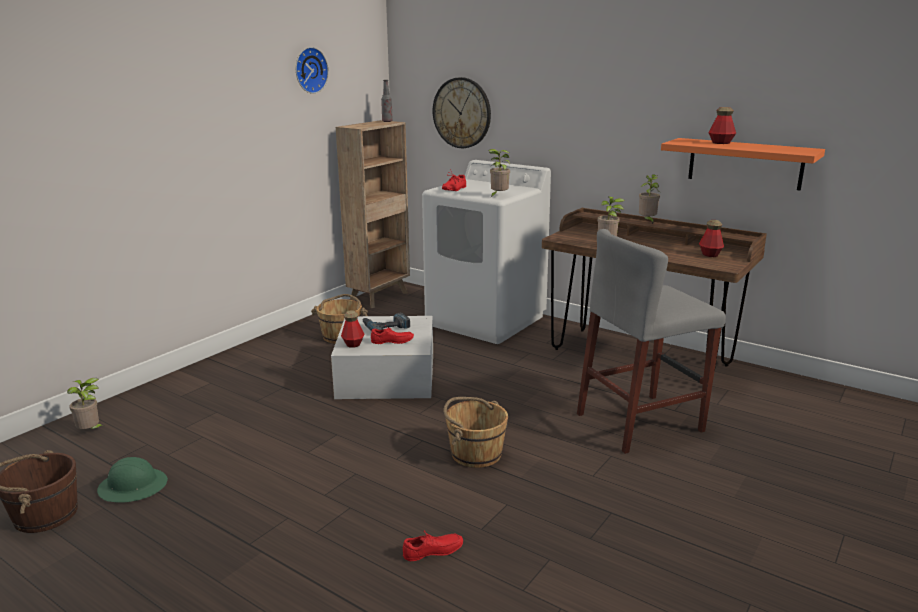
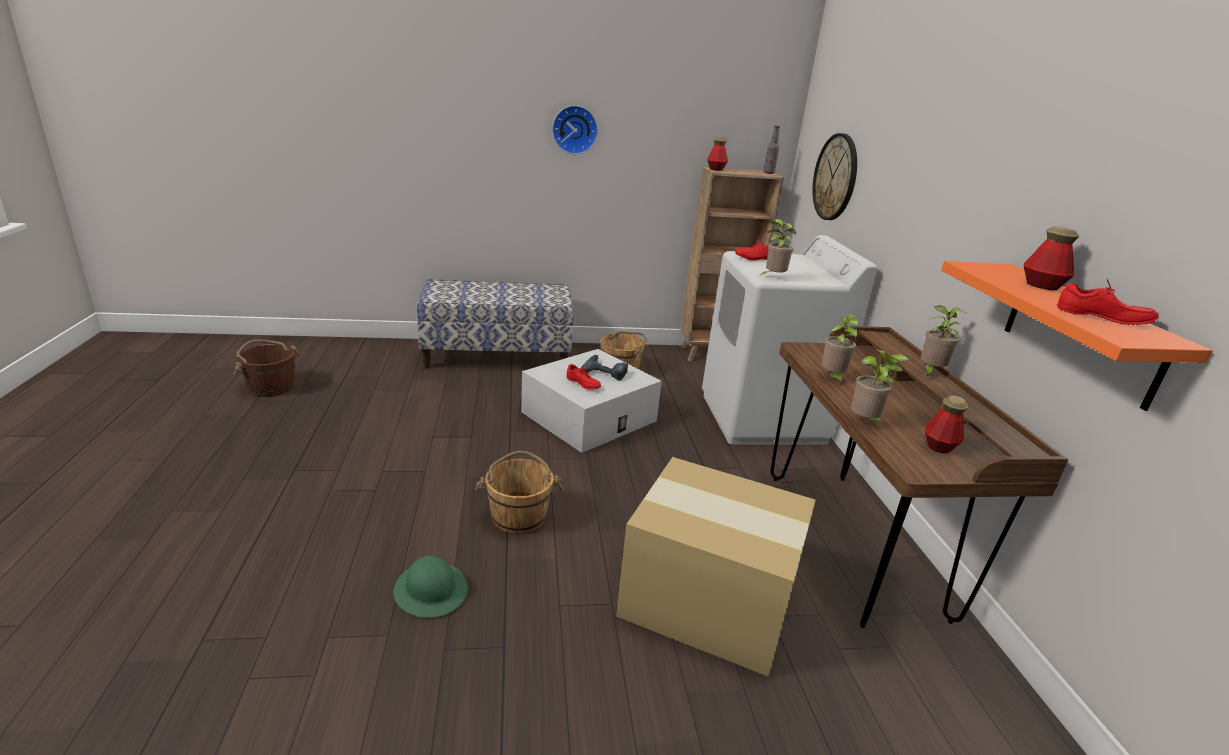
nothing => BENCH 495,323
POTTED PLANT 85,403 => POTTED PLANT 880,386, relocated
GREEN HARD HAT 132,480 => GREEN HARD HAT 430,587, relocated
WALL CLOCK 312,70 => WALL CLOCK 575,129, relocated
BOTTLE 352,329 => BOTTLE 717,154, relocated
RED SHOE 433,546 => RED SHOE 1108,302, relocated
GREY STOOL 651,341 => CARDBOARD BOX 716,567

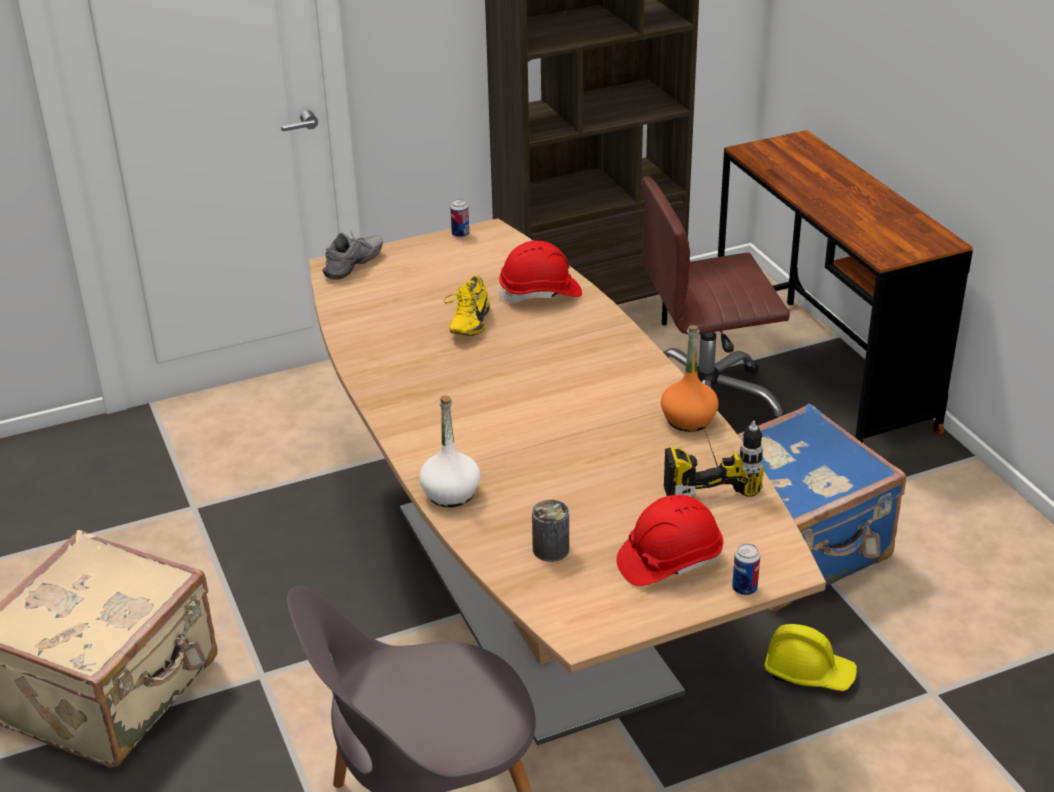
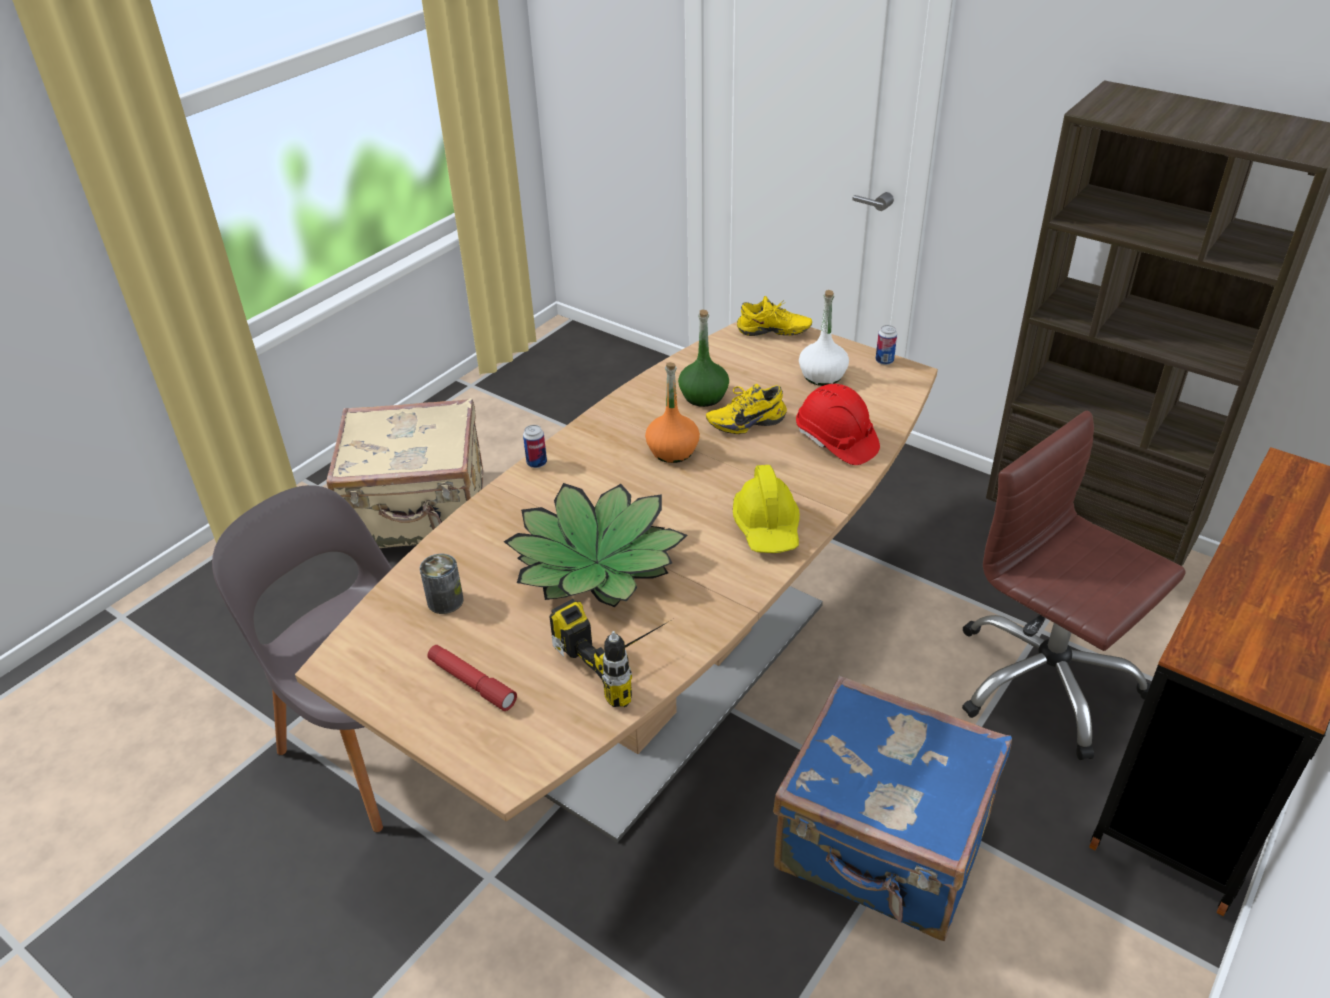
nothing => POTTED PLANT 596,545
nothing => GREEN BOTTLE 703,358
WHITE BOTTLE 449,451 => WHITE BOTTLE 824,338, relocated
ORANGE BOTTLE 689,379 => ORANGE BOTTLE 672,412, relocated
CAN 746,569 => CAN 535,446, relocated
YELLOW HARD HAT 810,657 => YELLOW HARD HAT 766,509, relocated
RED HARD HAT 670,540 => RED FLASHLIGHT 472,678
GREY SHOE 352,255 => YELLOW SHOE 774,316

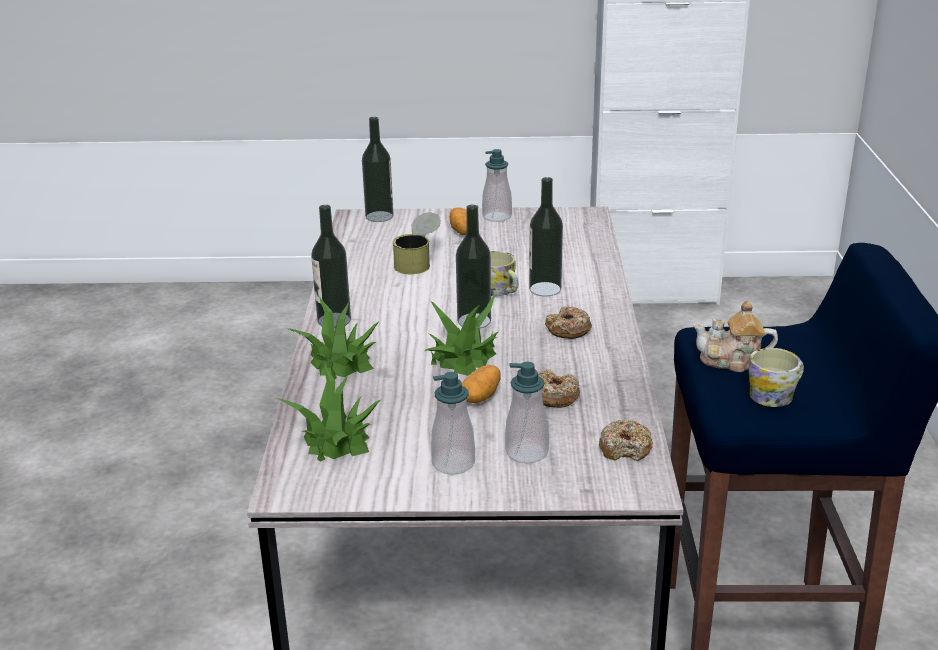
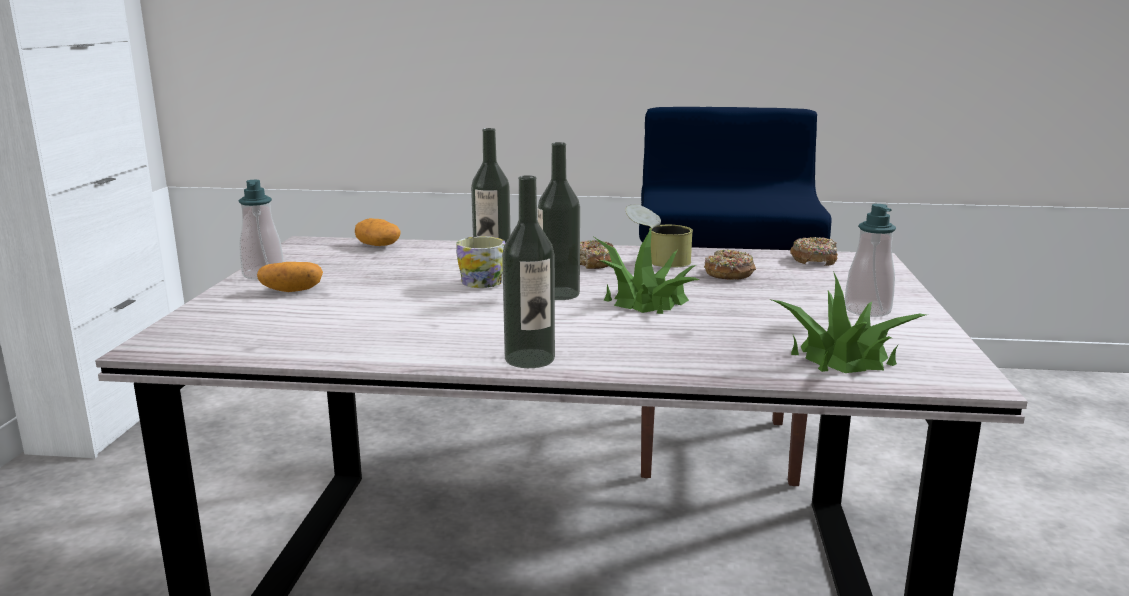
POTTED PLANT 333,337 => nothing
BOTTLE 377,169 => nothing
SOAP DISPENSER 527,412 => nothing
TEAPOT 735,336 => nothing
MUG 776,377 => nothing
CAN 417,243 => CAN 659,236, relocated
POTATO 481,384 => POTATO 377,232, relocated

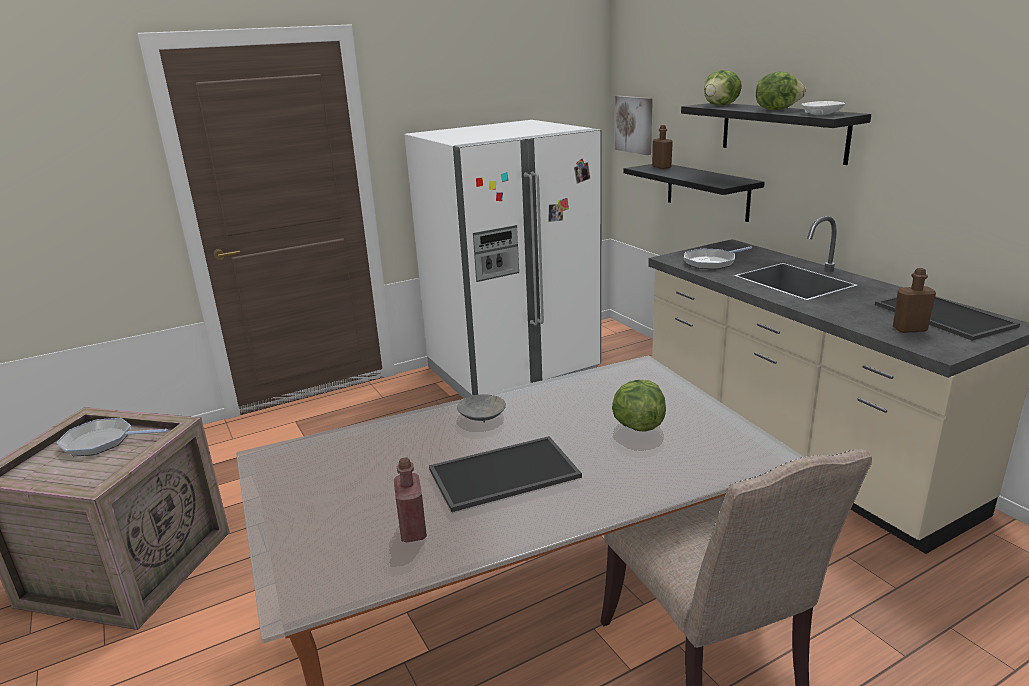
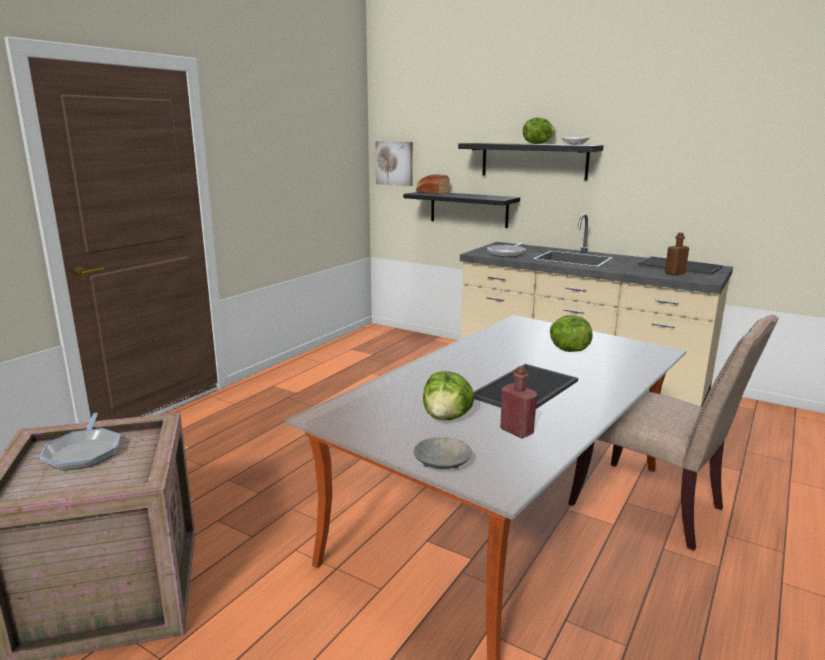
WHITE FRIDGE 502,259 => nothing
GREY BOWL 481,408 => GREY BOWL 443,453, relocated
LETTUCE 723,87 => LETTUCE 448,395, relocated
BROWN BOTTLE 662,147 => BREAD 433,184
FRYING PAN 112,437 => FRYING PAN 80,442, 75 degrees counterclockwise

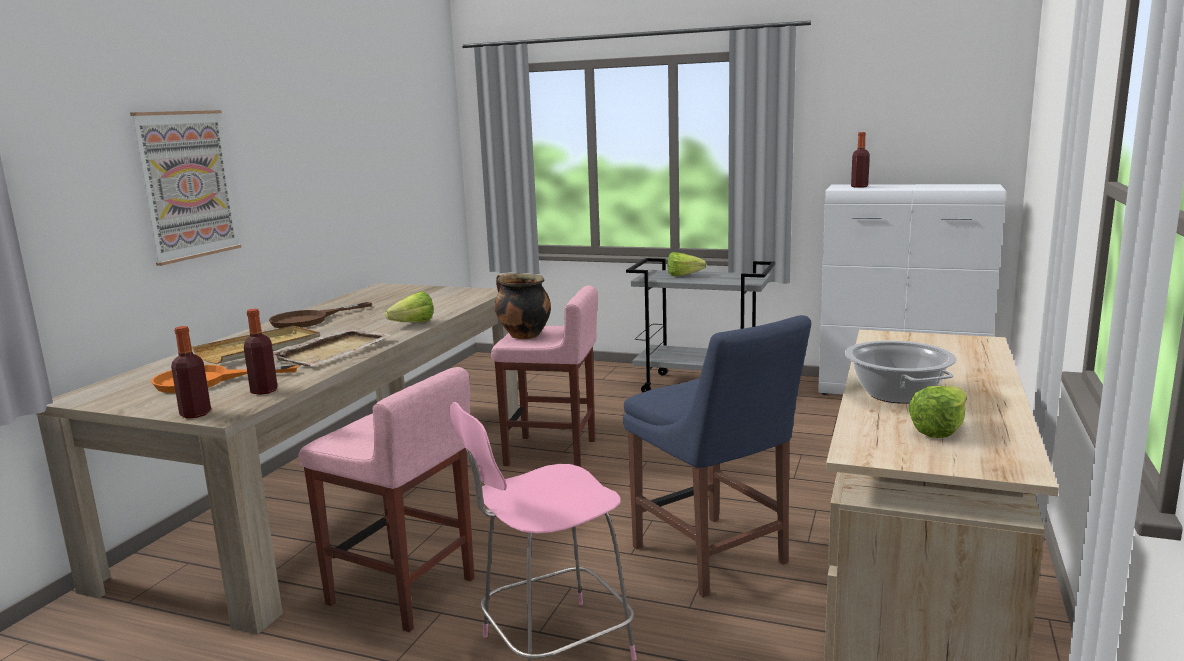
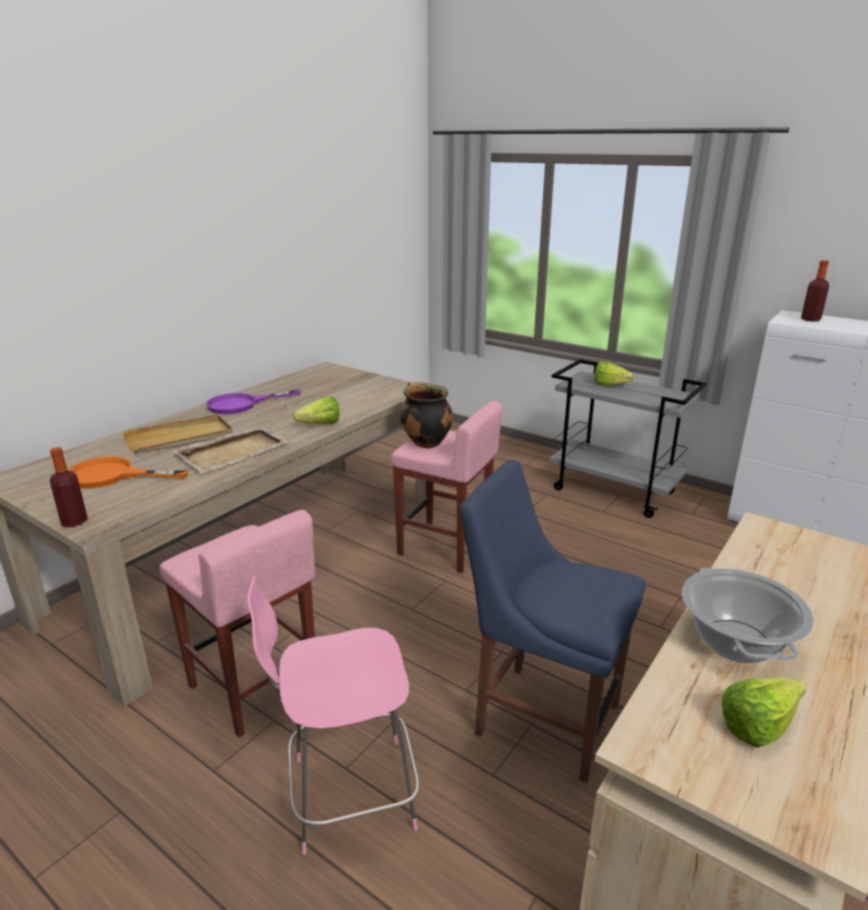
PICTURE 185,188 => nothing
BOTTLE 261,352 => nothing
BROWN FRYING PAN 320,315 => PURPLE FRYING PAN 253,401
BLUE CHAIR 717,456 => BLUE CHAIR 553,621, 135 degrees clockwise

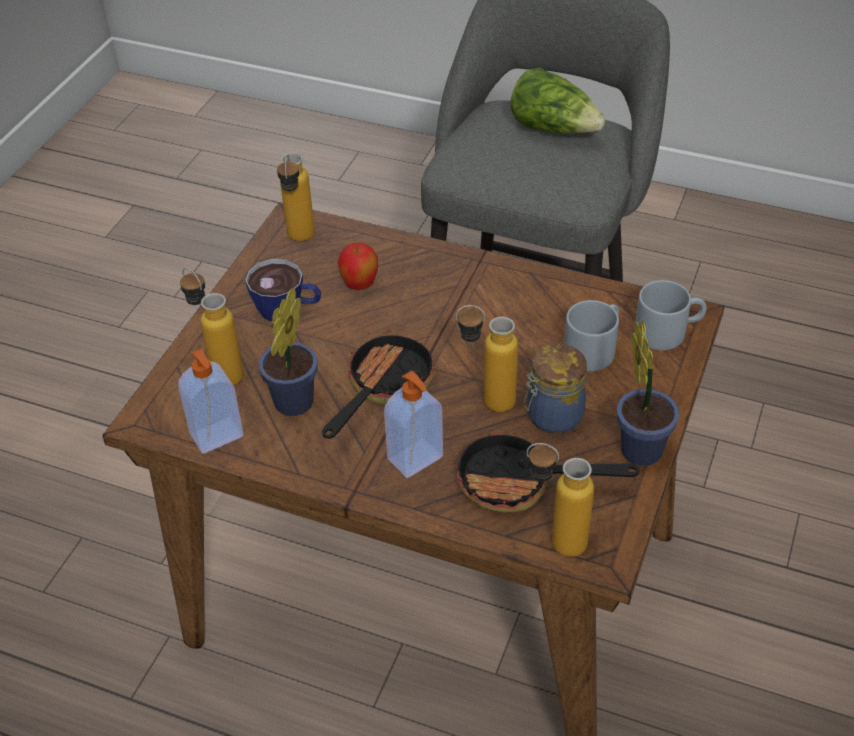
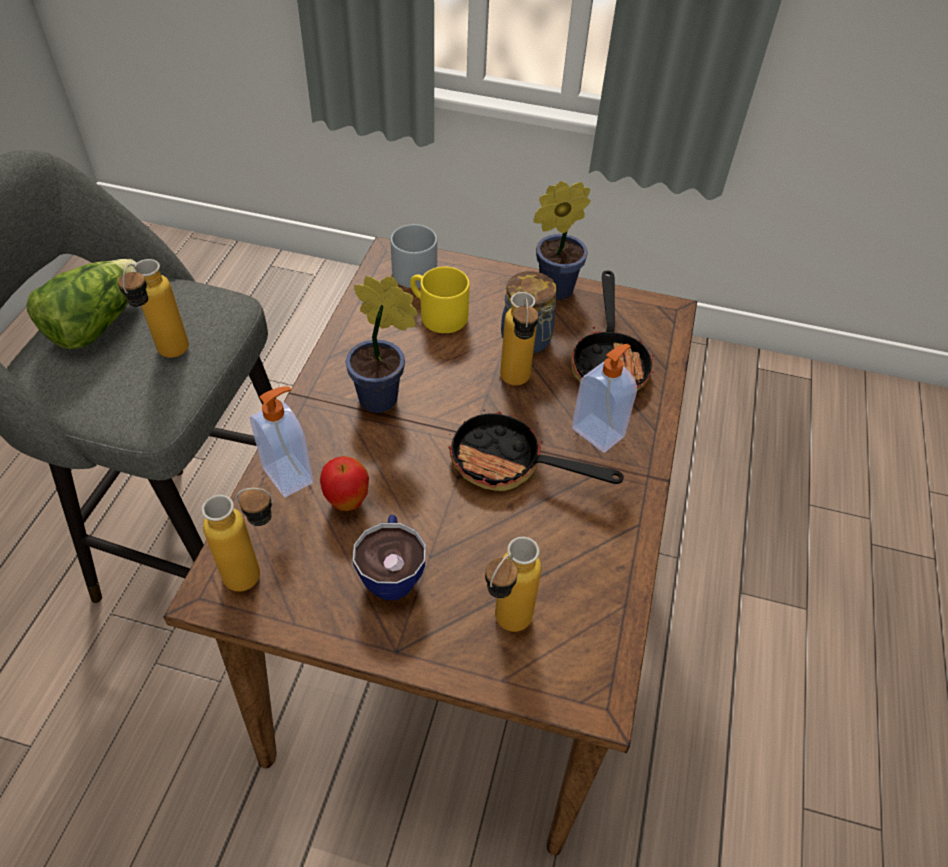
SOAP DISPENSER 211,400 => SOAP DISPENSER 281,442, relocated
POTTED PLANT 288,352 => POTTED PLANT 381,344, relocated
BOTTLE 560,500 => BOTTLE 153,308, relocated
GREY MUG 591,335 => YELLOW MUG 440,299

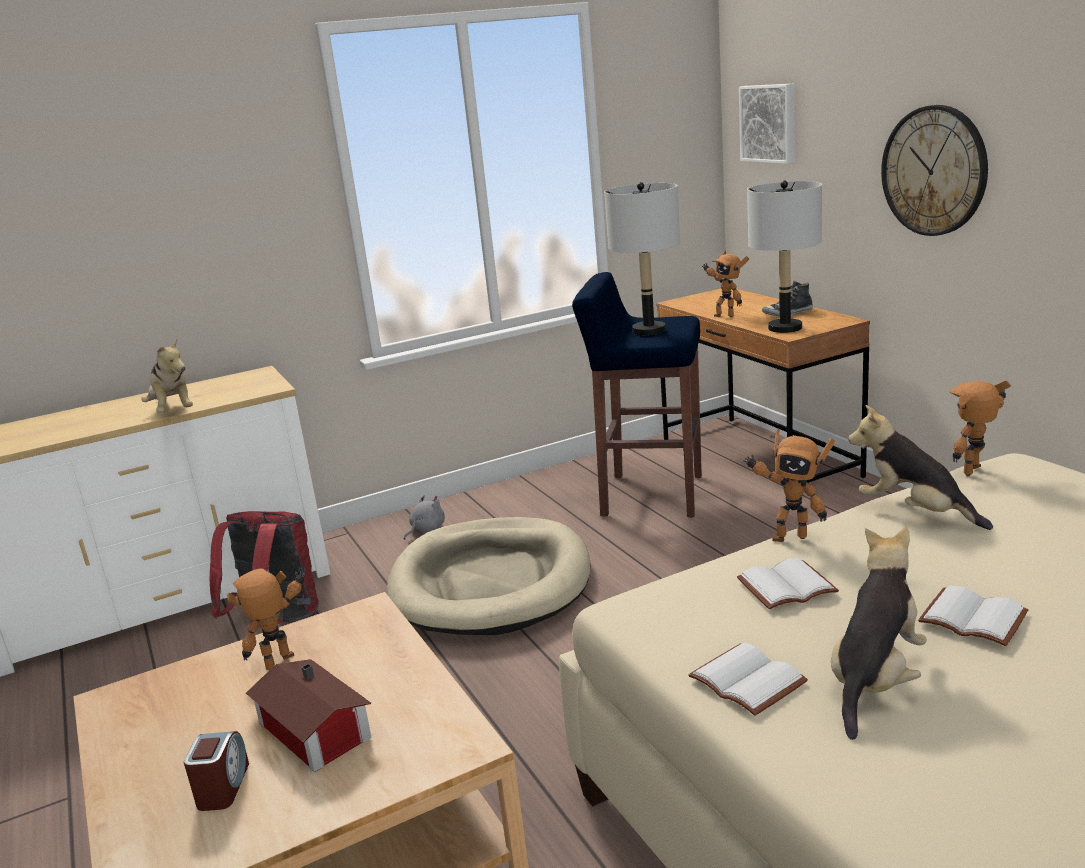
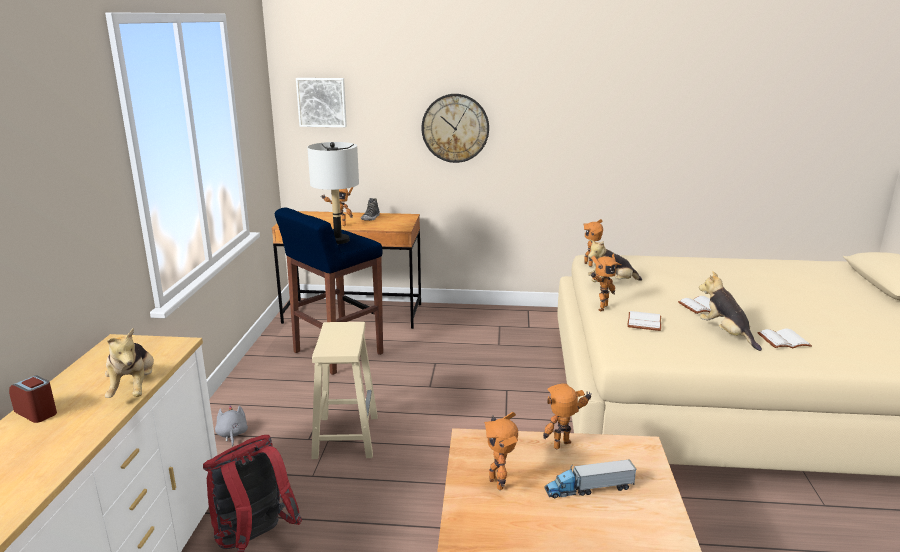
GREY TABLE LAMP 784,256 => nothing
nothing => TOY ROBOT 567,416
ALARM CLOCK 216,771 => ALARM CLOCK 33,399, relocated
WHITE BOOK 748,679 => WHITE BOOK 785,338, relocated
TOY HOUSE 309,715 => TOY TRUCK 590,478
BEIGE DOG BED 489,576 => BEIGE STOOL 344,390
PLUSH TOY 167,375 => PLUSH TOY 129,363, 75 degrees clockwise

